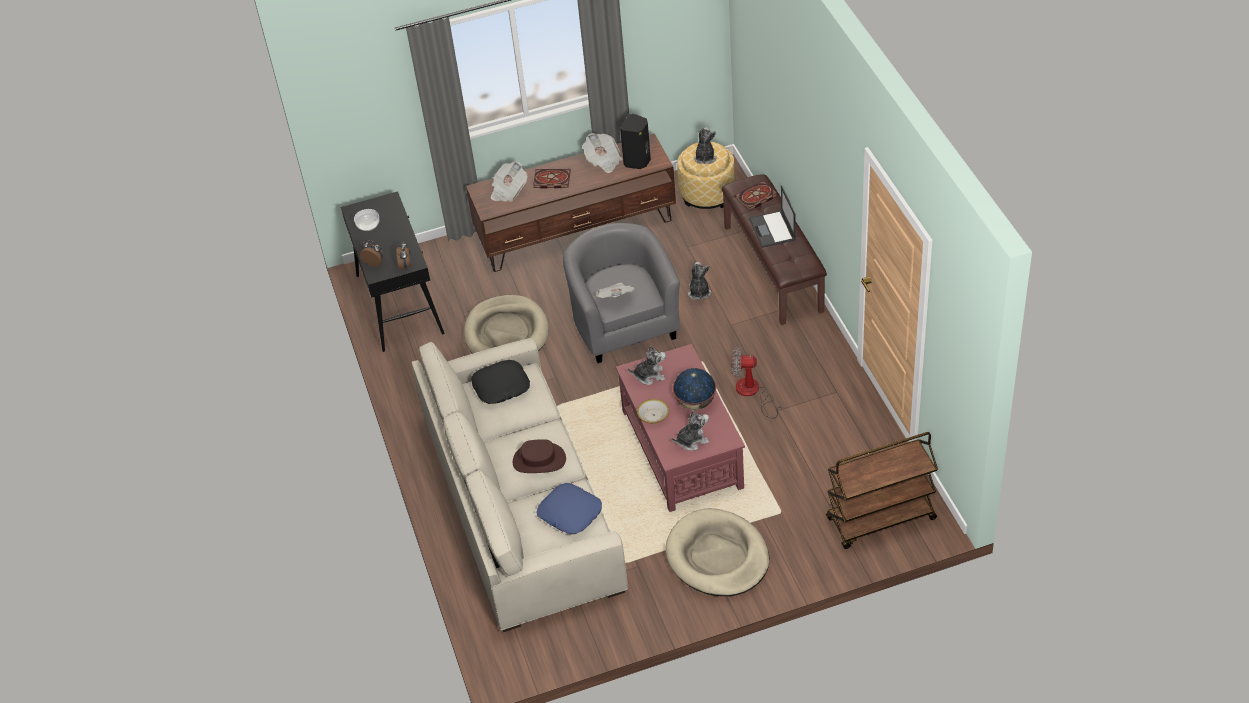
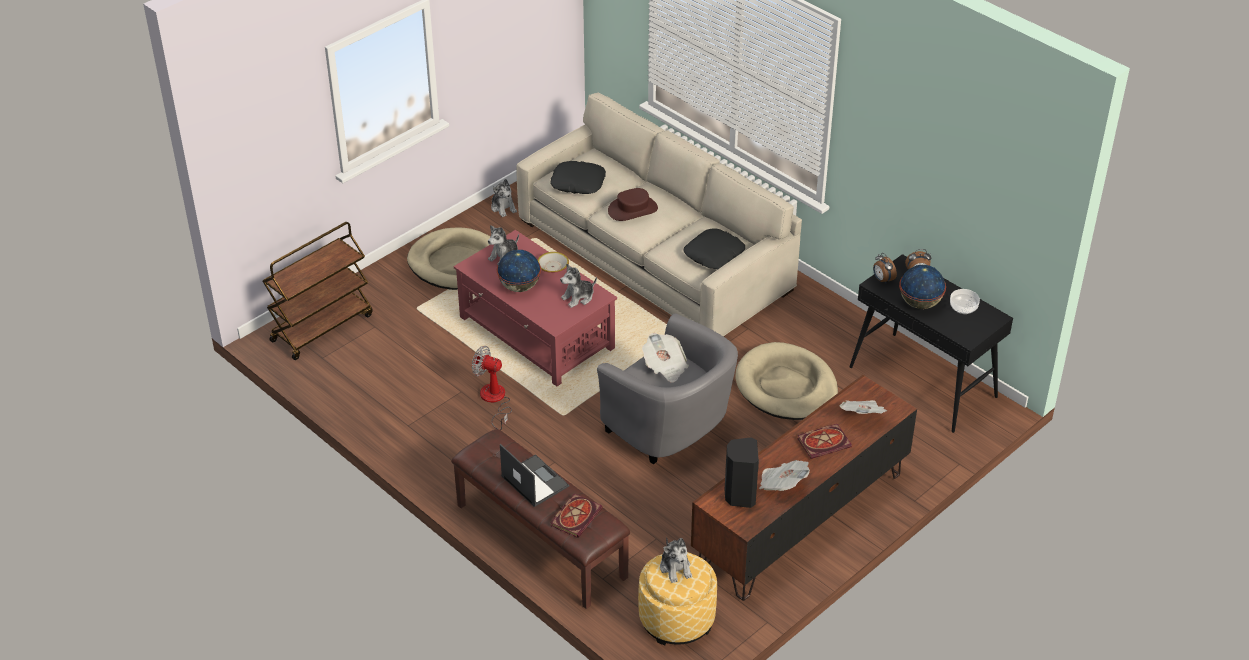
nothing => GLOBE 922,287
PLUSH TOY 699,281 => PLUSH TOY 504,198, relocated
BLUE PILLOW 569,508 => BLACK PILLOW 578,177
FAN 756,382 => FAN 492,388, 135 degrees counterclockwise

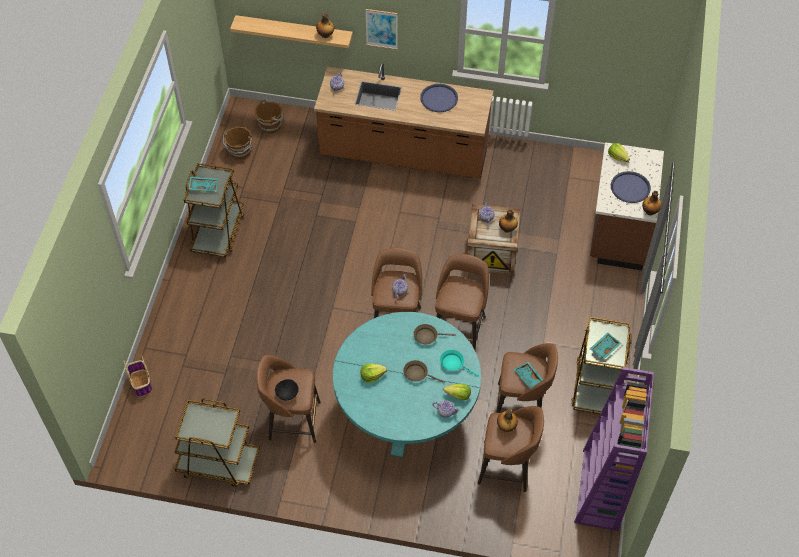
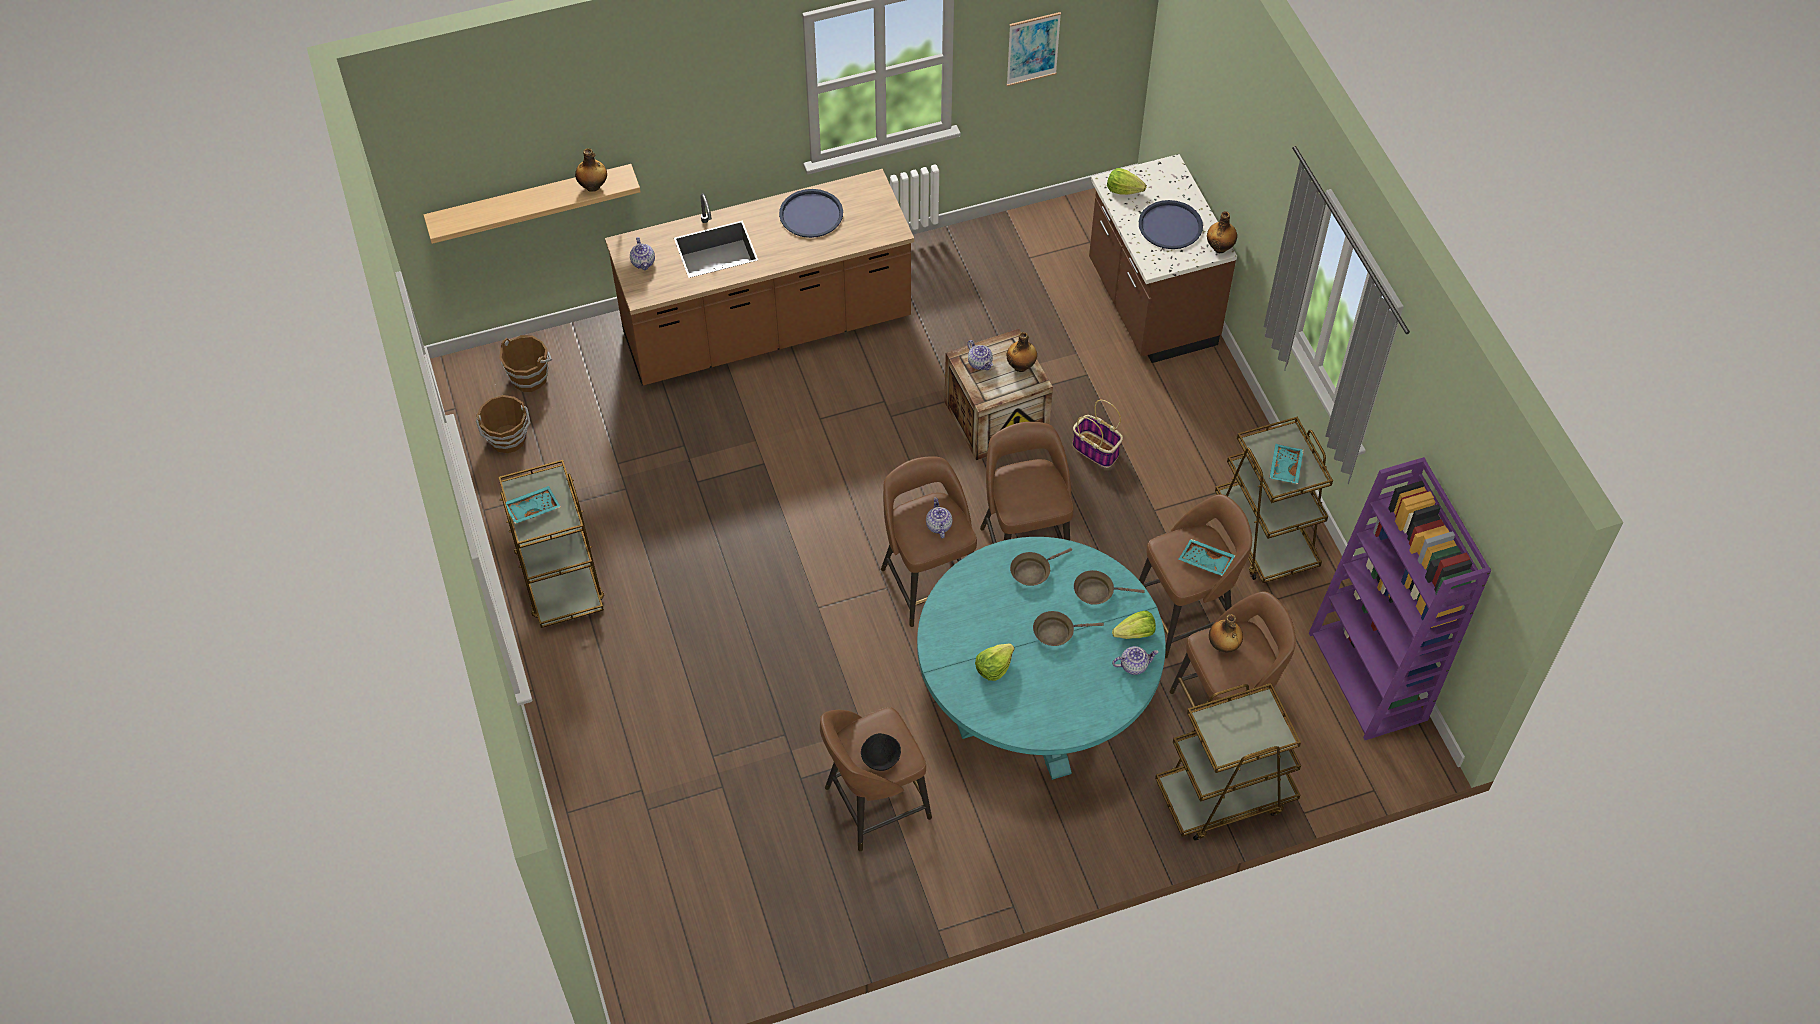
BASKET 138,376 => BASKET 1097,434, relocated
BROWN CART 217,442 => BROWN CART 1228,761, relocated
PICTURE 381,29 => PICTURE 1034,49, relocated
TURQUOISE FRYING PAN 459,363 => BROWN FRYING PAN 1109,587

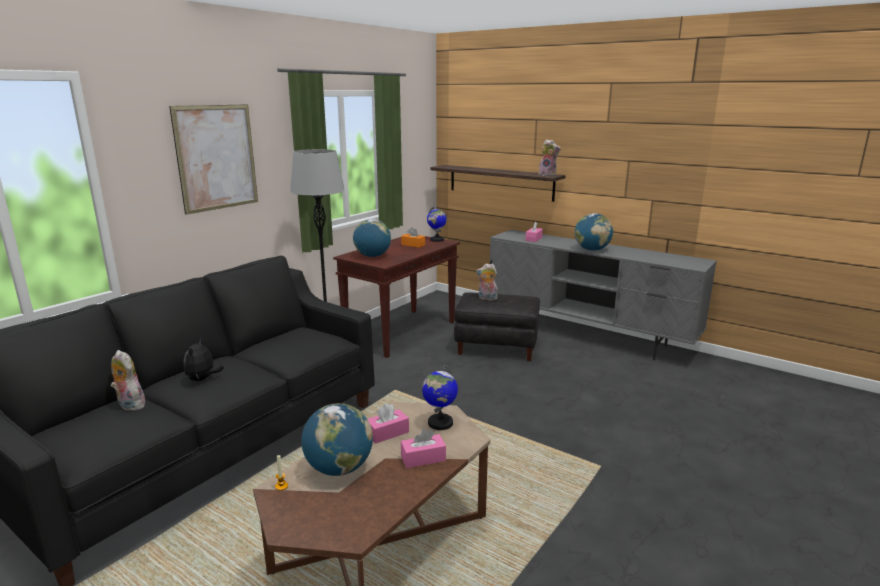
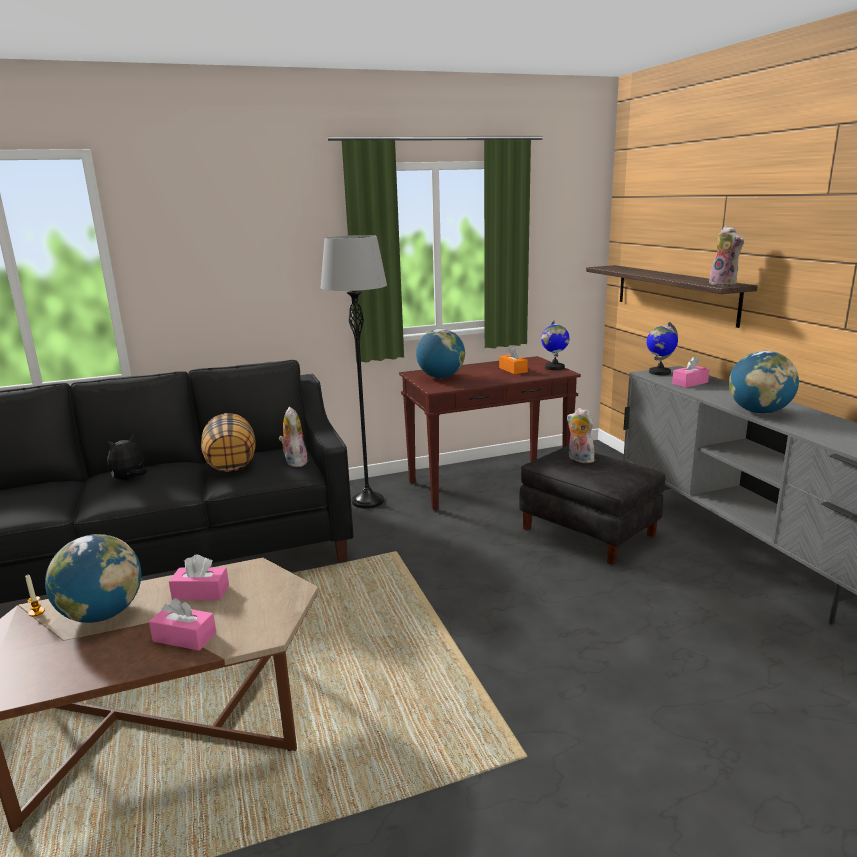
PICTURE 213,159 => nothing
nothing => PILLOW 228,442
PLUSH TOY 129,380 => PLUSH TOY 293,437, relocated
GLOBE 440,398 => GLOBE 662,348, relocated

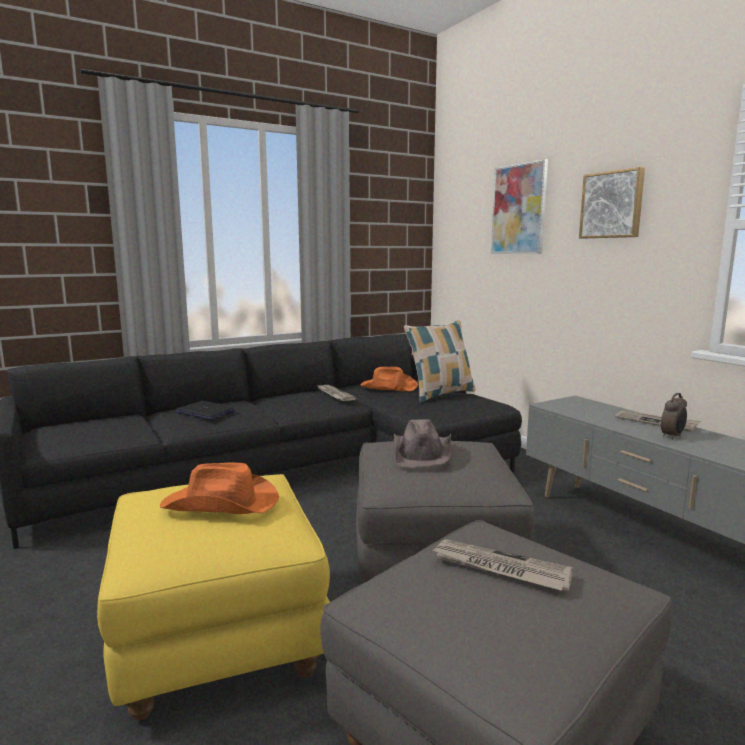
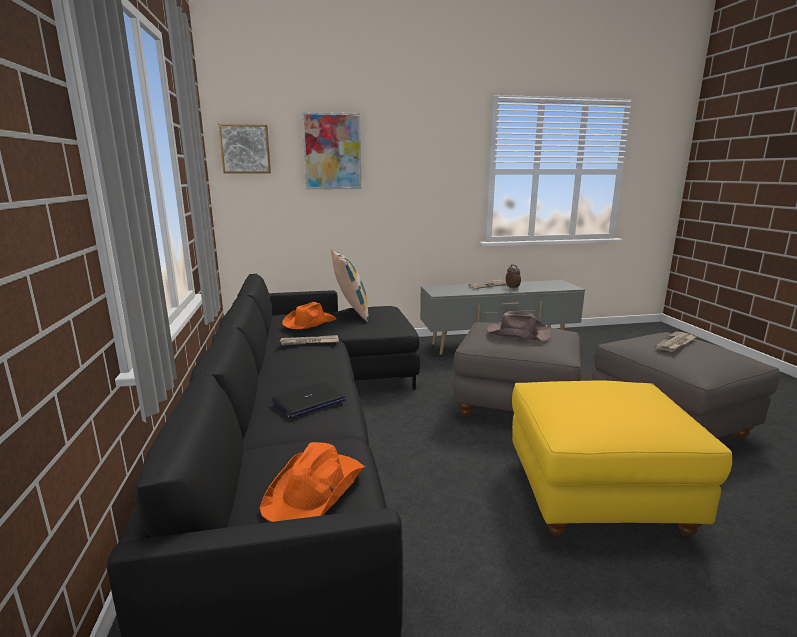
ORANGE HAT 219,488 => ORANGE HAT 312,482, relocated
PICTURE 612,203 => PICTURE 244,148, relocated

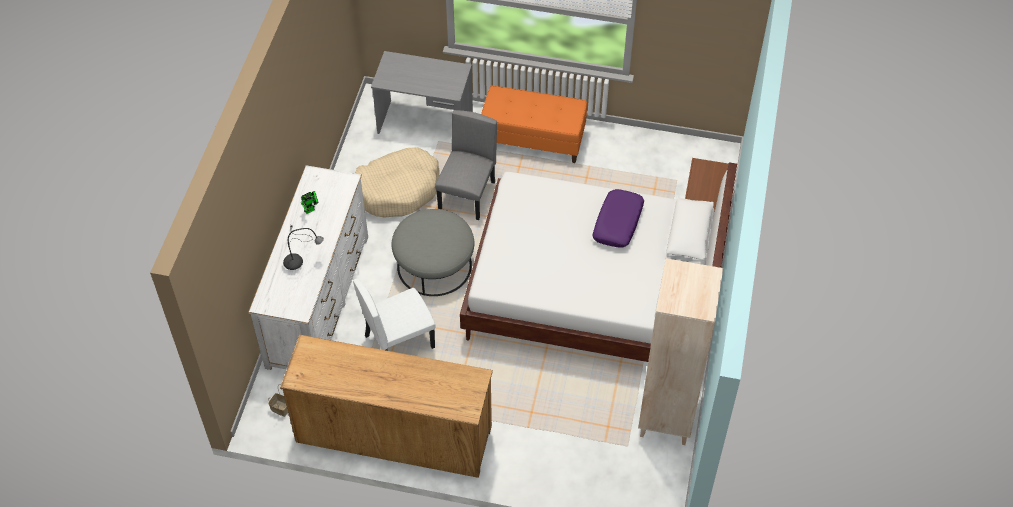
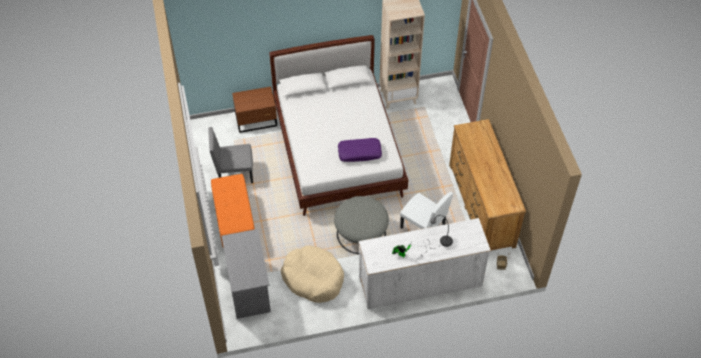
GREY CHAIR 466,165 => GREY CHAIR 231,155, relocated
PURPLE PILLOW 618,218 => PURPLE PILLOW 360,150, relocated

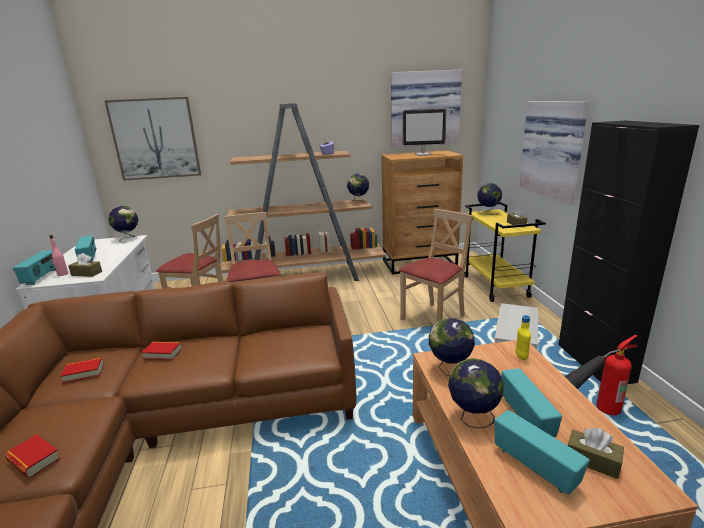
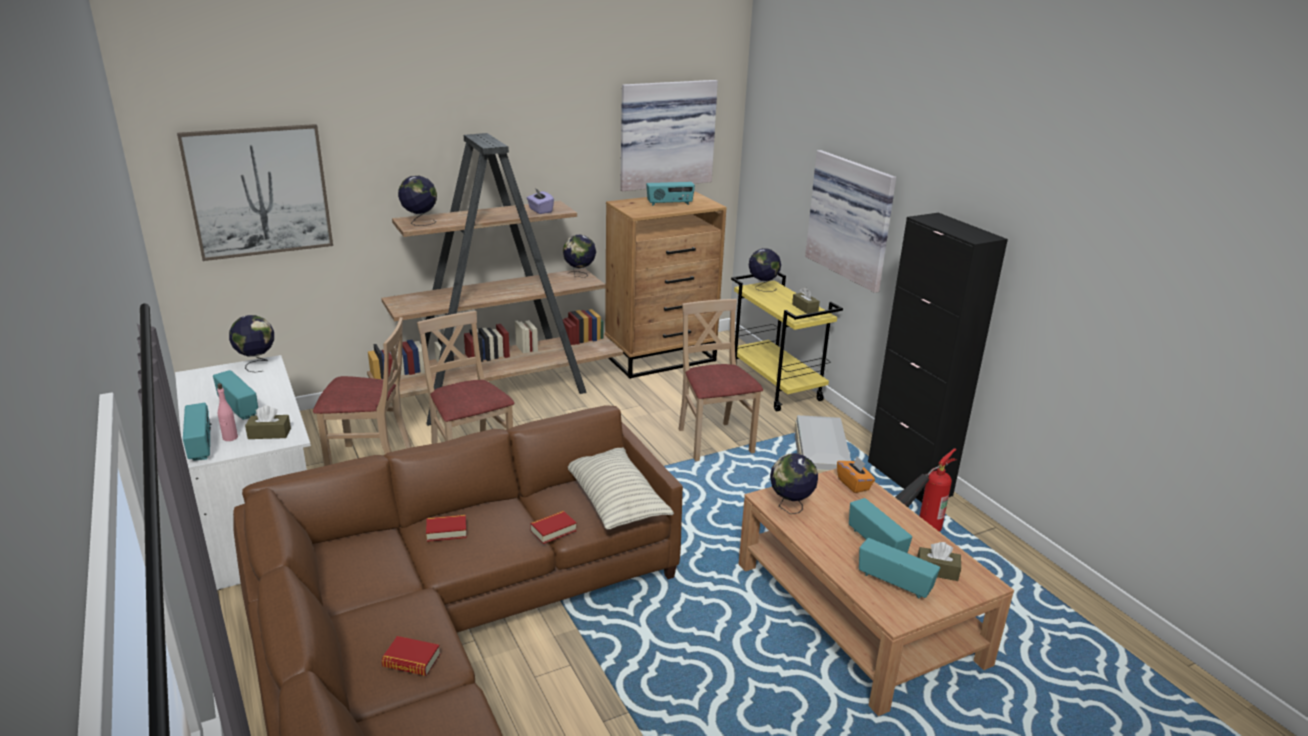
nothing => PILLOW 621,489
BOOK 82,370 => BOOK 553,527, relocated
GLOBE 476,393 => GLOBE 417,201, relocated
MONITOR 424,132 => RADIO 670,194
YELLOW BOTTLE 523,337 => ORANGE TISSUE BOX 856,474
BEIGE CHAIR 436,265 => BEIGE CHAIR 721,380, 45 degrees counterclockwise

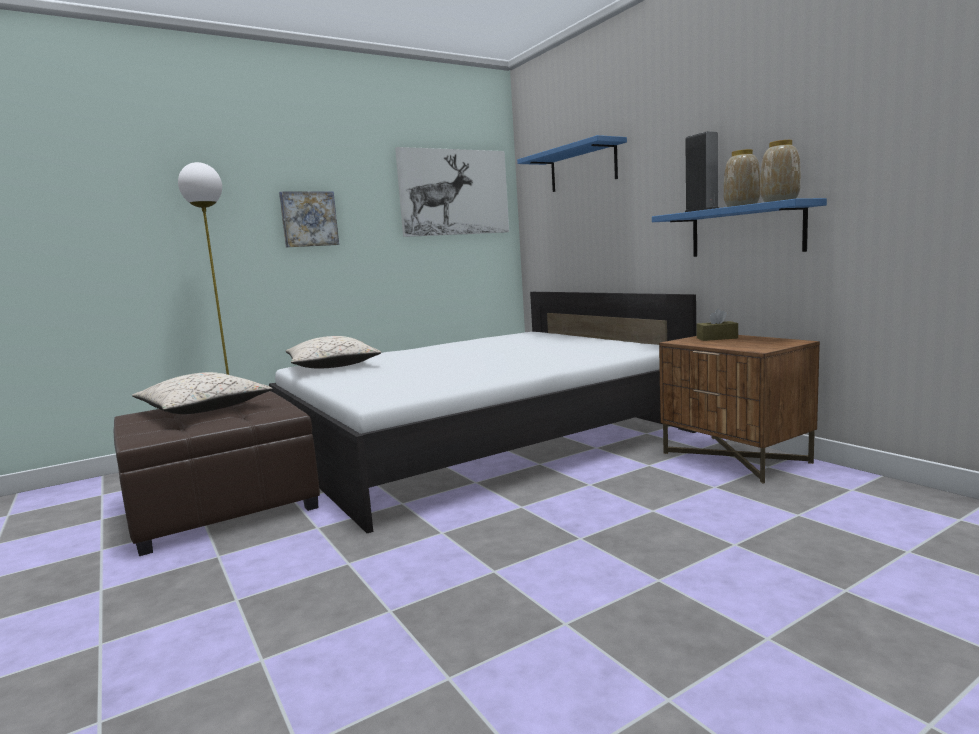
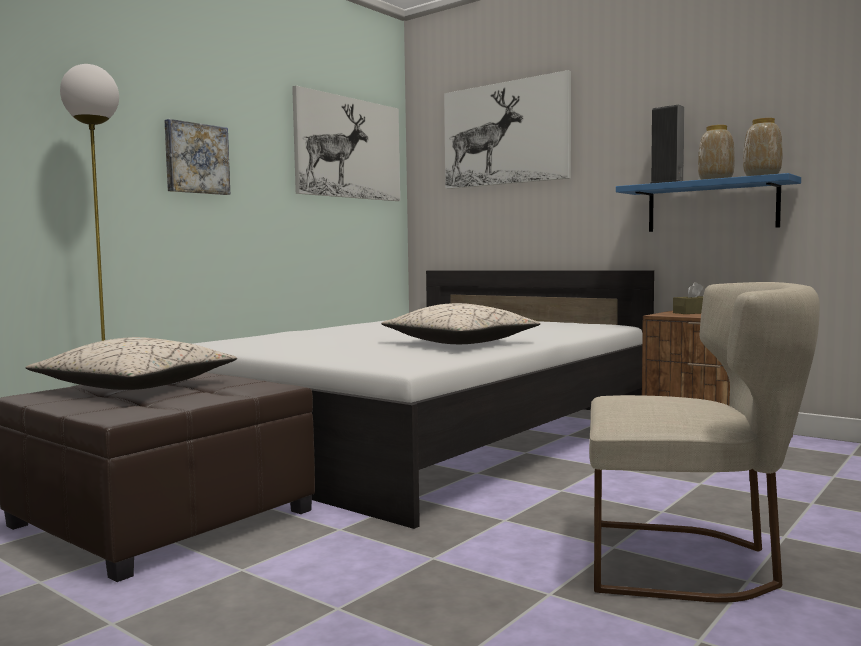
nothing => BEIGE CHAIR 704,442
BEIGE PILLOW 333,352 => BEIGE PILLOW 461,323, relocated
BLUE SHELF 572,163 => PICTURE 507,129

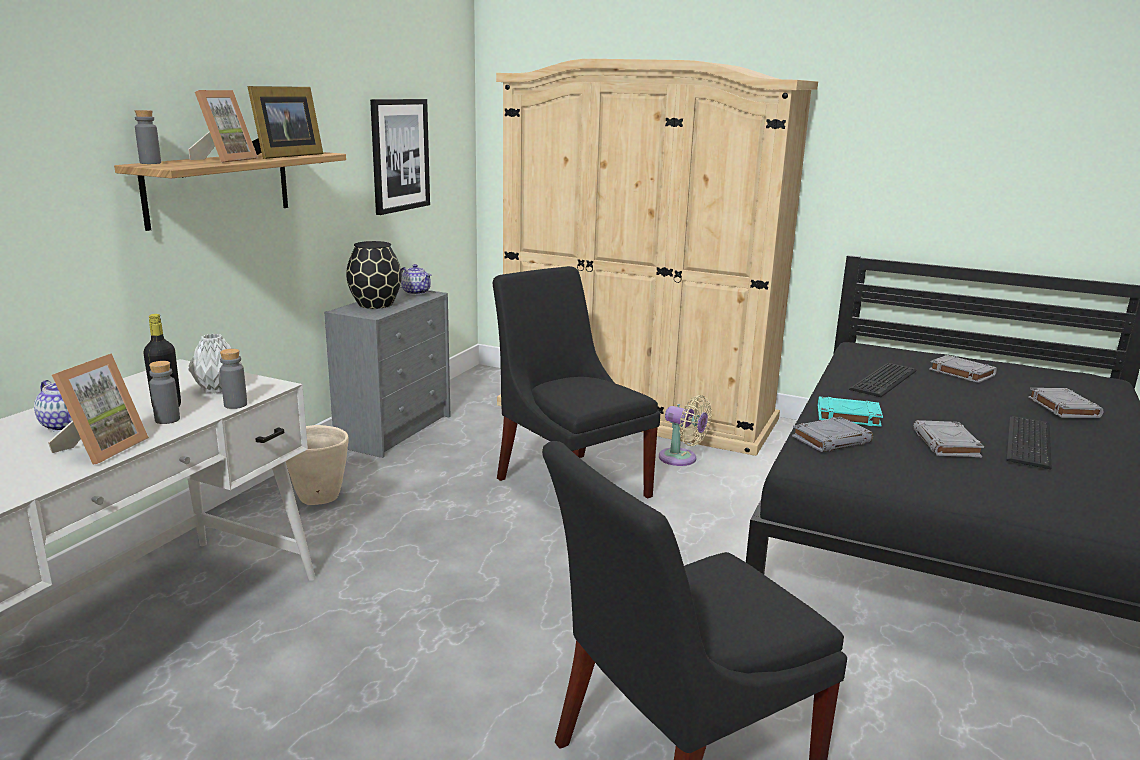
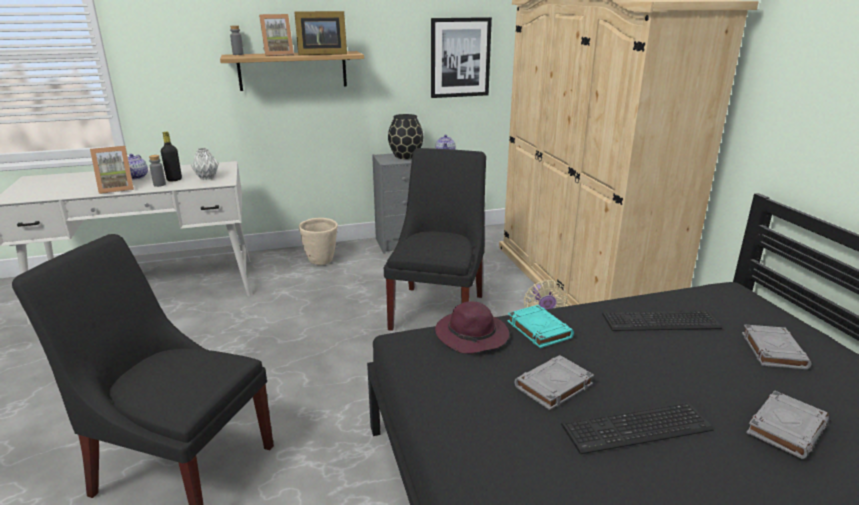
GREY BOTTLE 233,379 => nothing
GREY BOOK 832,434 => PURPLE HAT 472,327

